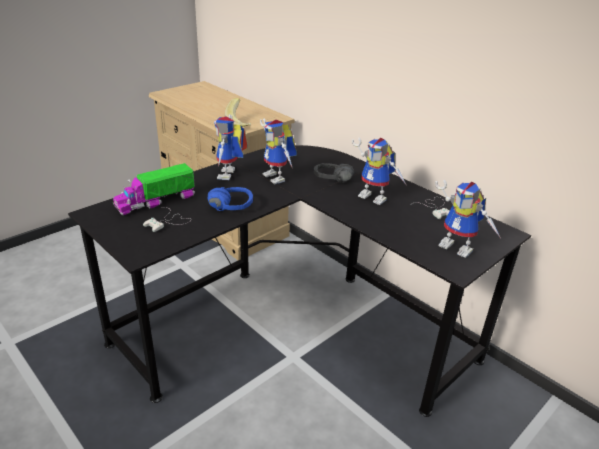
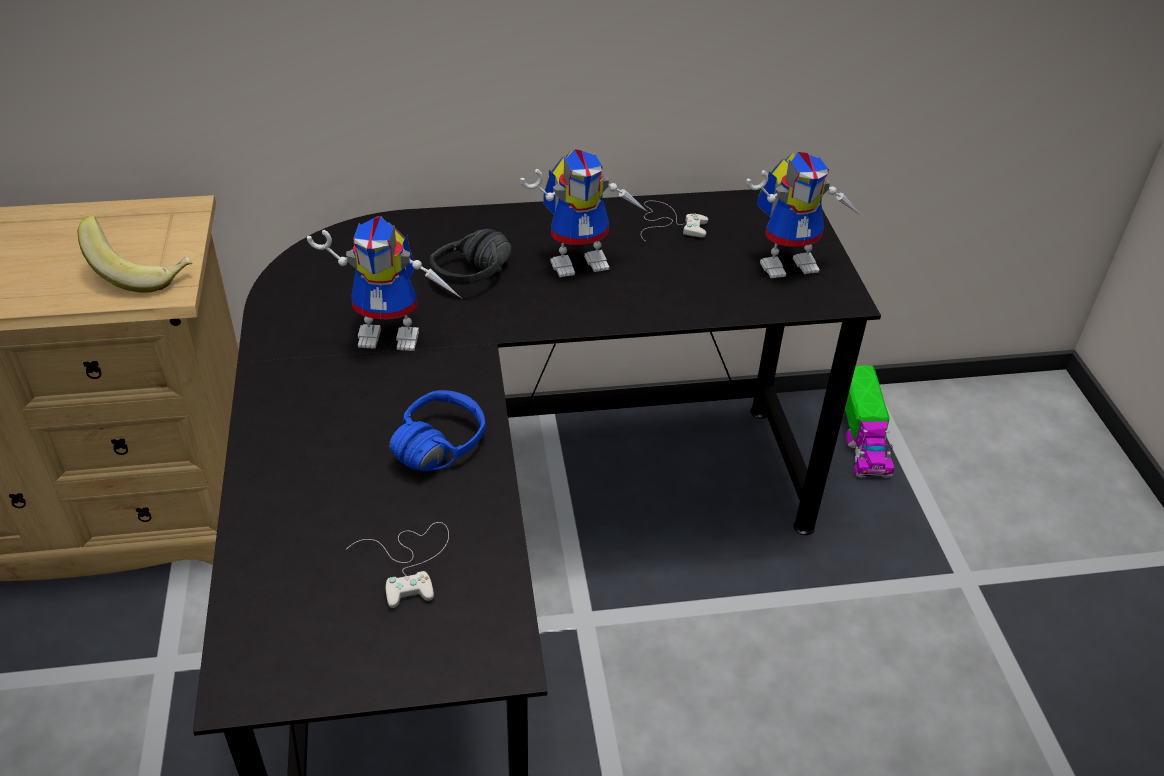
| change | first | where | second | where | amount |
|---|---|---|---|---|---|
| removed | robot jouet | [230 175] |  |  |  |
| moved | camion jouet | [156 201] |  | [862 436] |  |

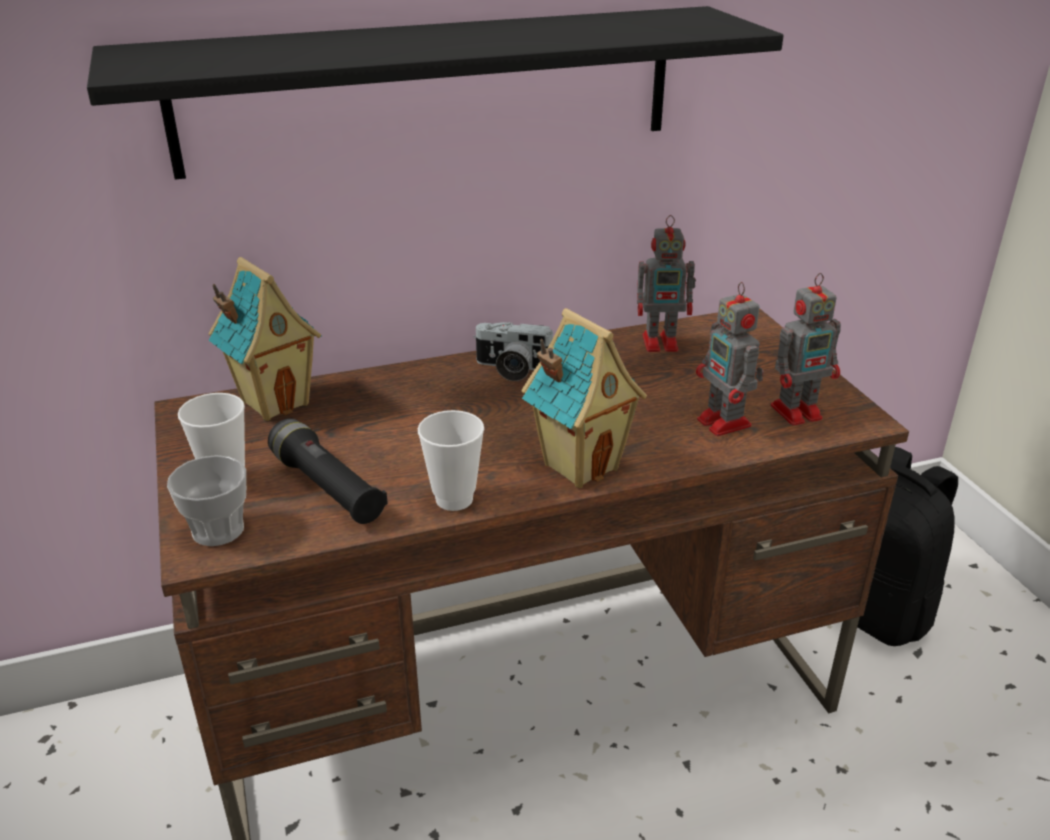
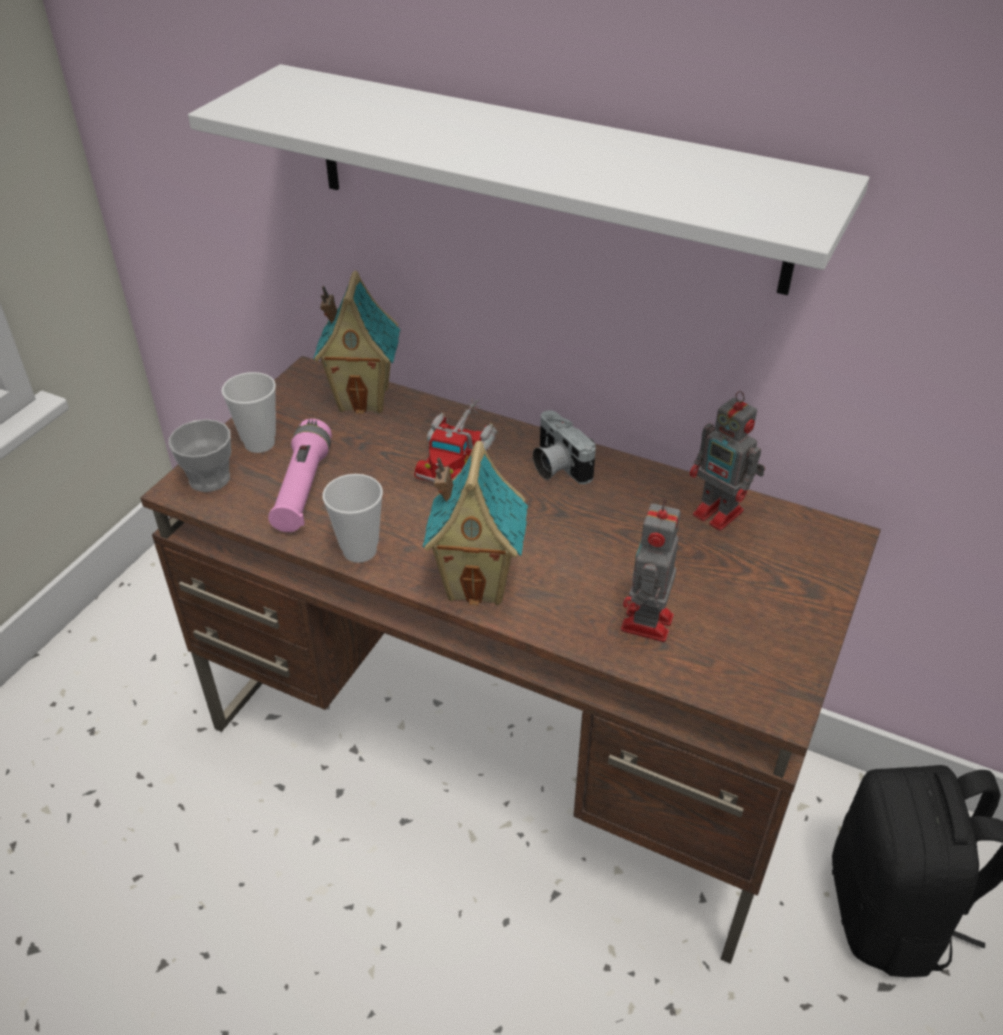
| change | first | where | second | where | amount |
|---|---|---|---|---|---|
| removed | robot jouet | [798 411] |  |  |  |
| added |  |  | camion jouet | [457 455] |  |
| recoloured | étagère (noir) | [430 90] | étagère (blanc) | [543 177] |  |
| recoloured | lampe de poche (noir) | [327 488] | lampe de poche (rose) | [303 488] |  |

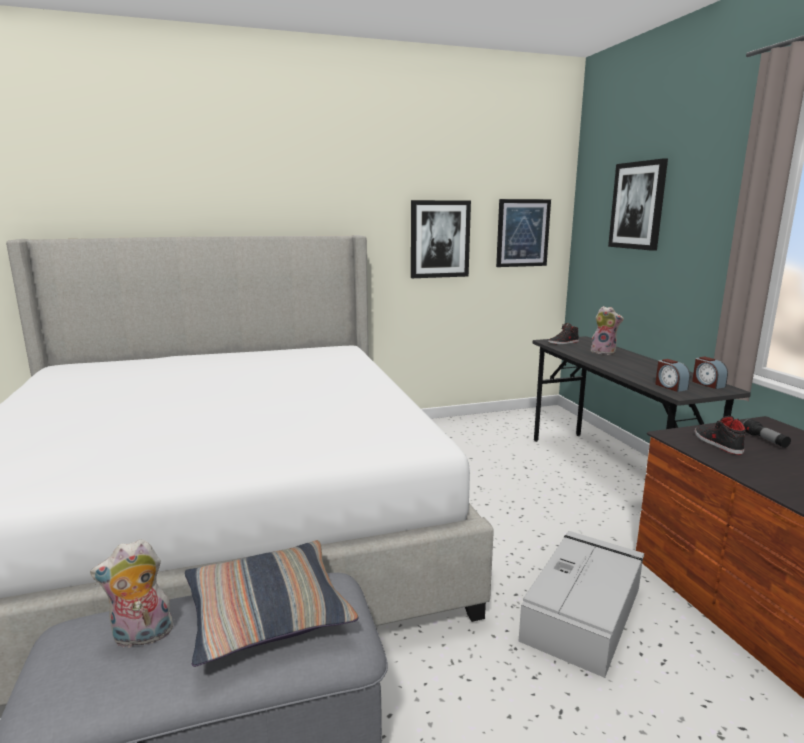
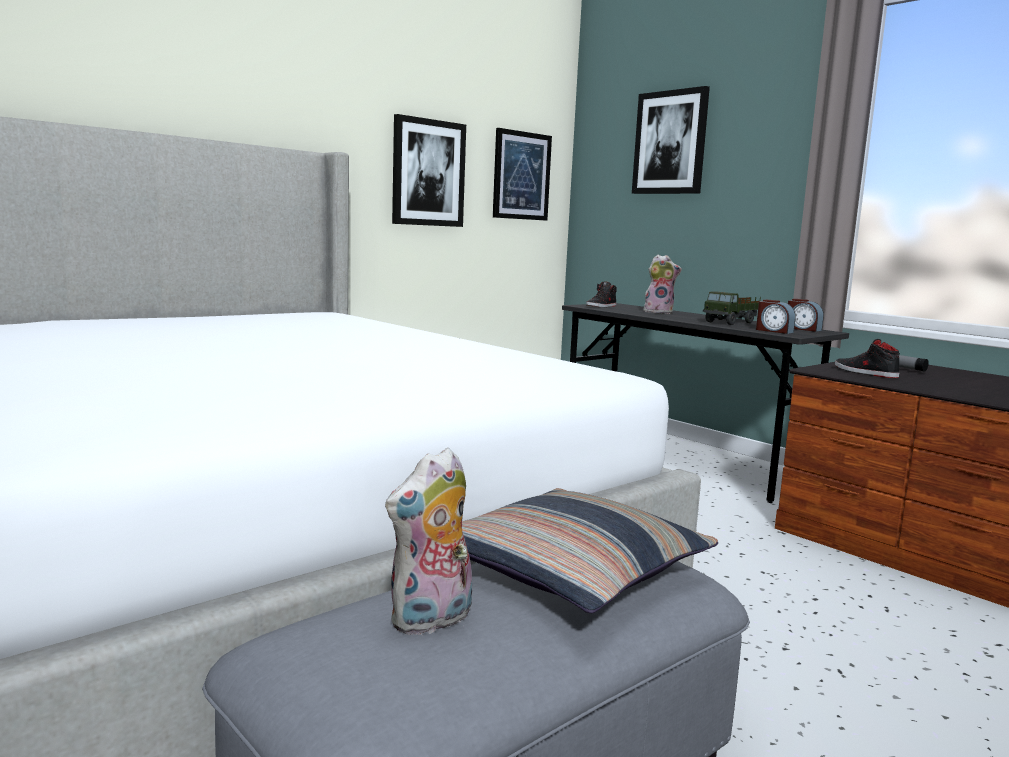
| change | first | where | second | where | amount |
|---|---|---|---|---|---|
| removed | boîte de rangement (gris) | [583 612] |  |  |  |
| added |  |  | camion jouet | [731 322] |  |

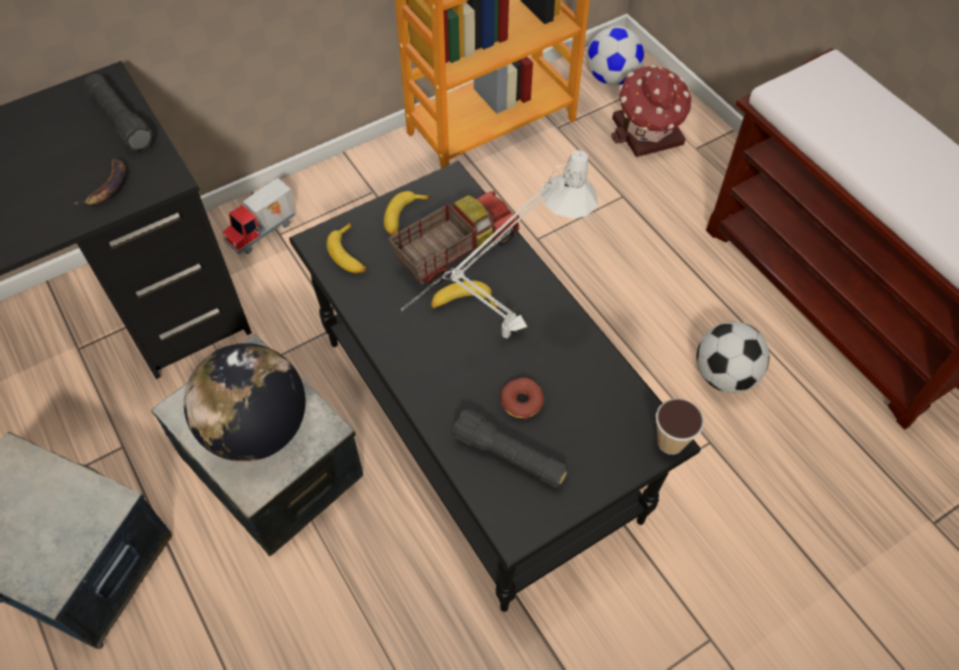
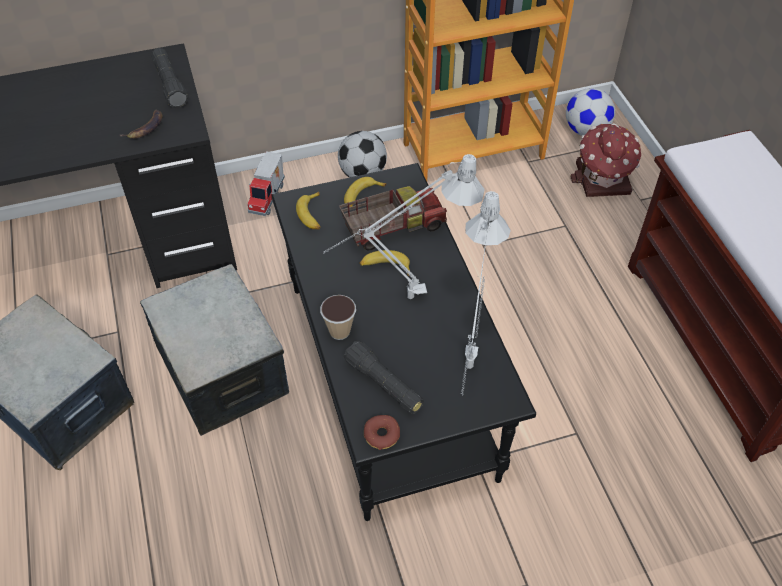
| change | first | where | second | where | amount |
|---|---|---|---|---|---|
| removed | globe | [257 429] |  |  |  |
| added |  |  | lampe de table (gris) | [468 376] |  |
| moved | beignet | [521 402] |  | [382 435] |  |
| moved | tasse | [670 442] |  | [339 331] |  |
| moved | ballon de foot | [724 375] |  | [363 174] |  |
| turned | camion jouet | [264 233] |  | [269 198] | 45 degrees counterclockwise |

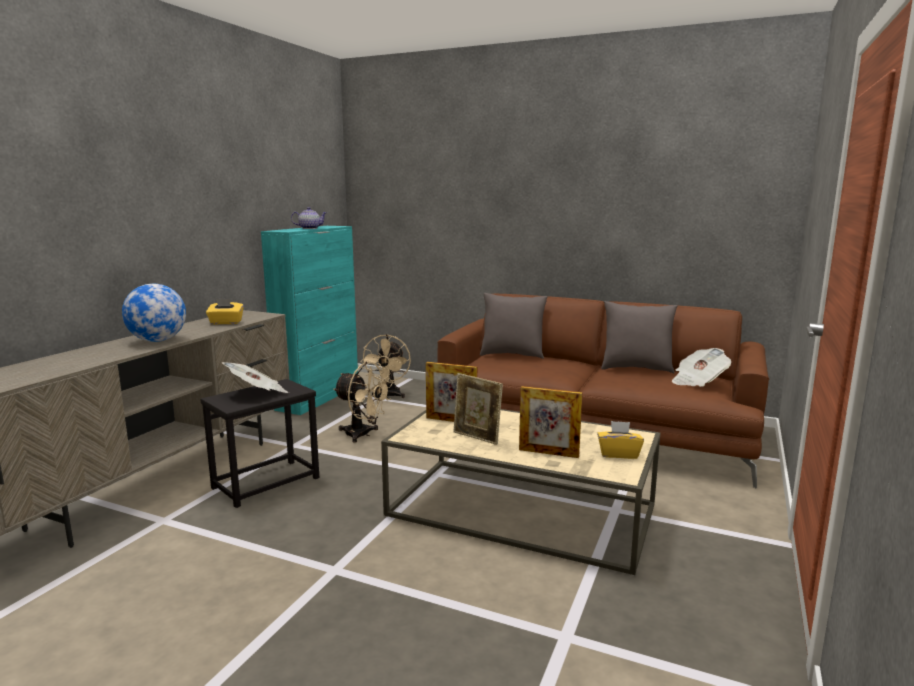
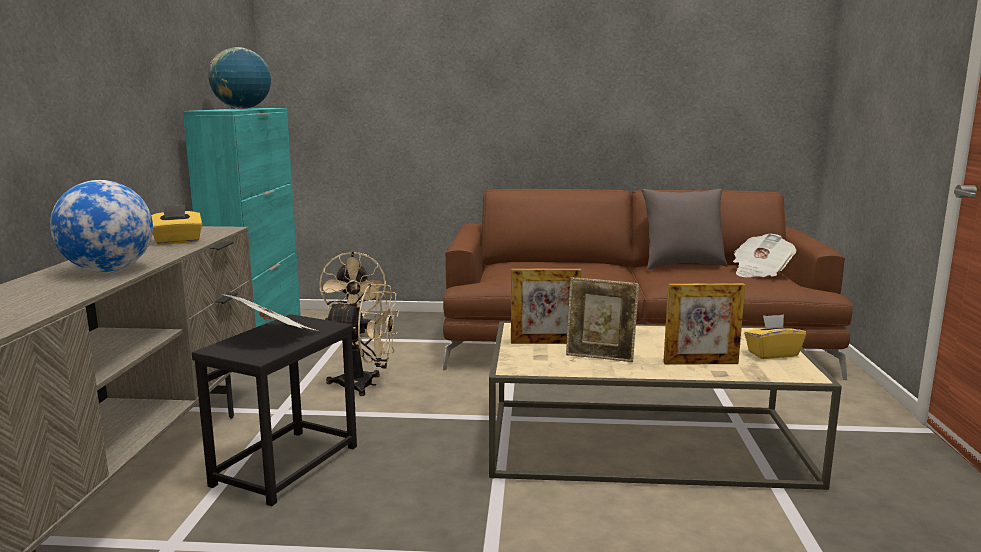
| change | first | where | second | where | amount |
|---|---|---|---|---|---|
| removed | coussin (gris) | [512 355] |  |  |  |
| replaced | théière | [309 228] | globe | [242 109] |  |

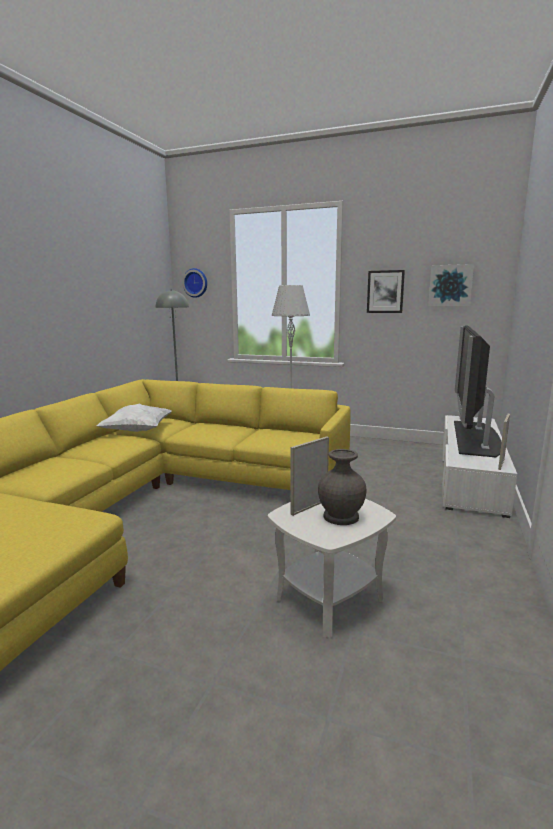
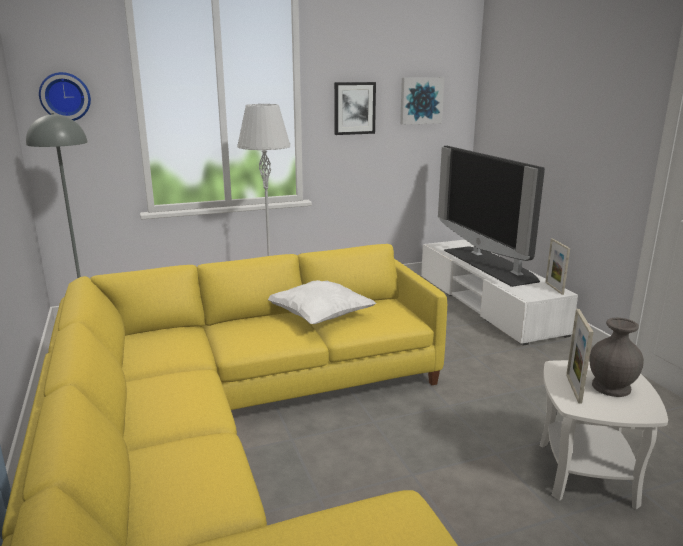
| change | first | where | second | where | amount |
|---|---|---|---|---|---|
| moved | coussin (blanc) | [137 431] |  | [320 318] |  |

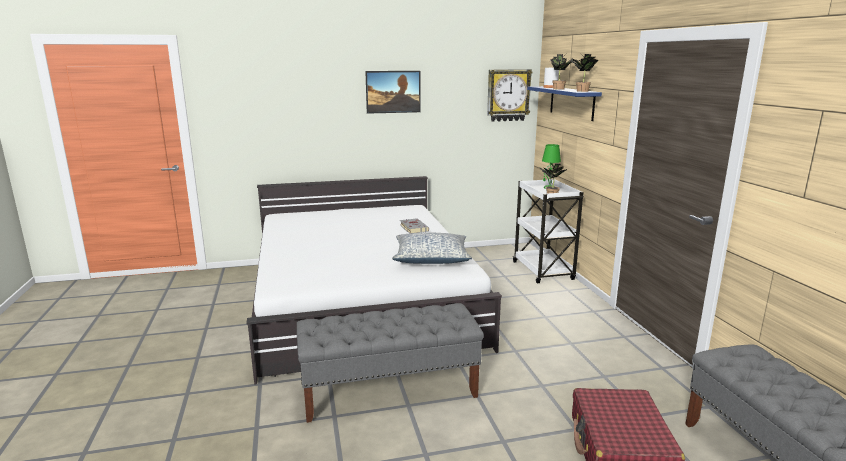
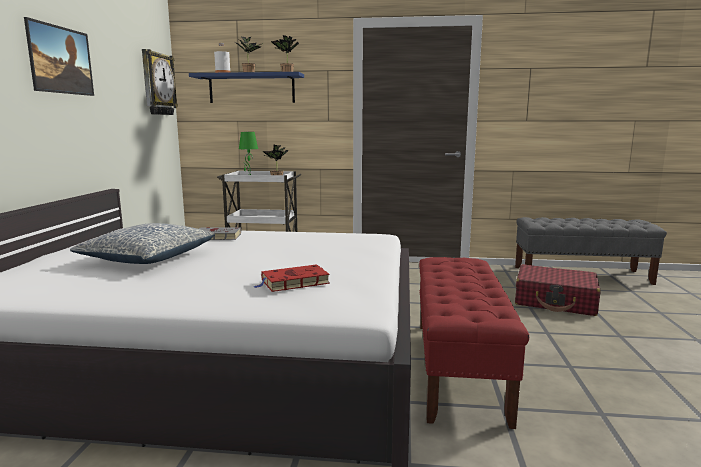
| change | first | where | second | where | amount |
|---|---|---|---|---|---|
| added |  |  | livre (rouge) | [293 282] |  |
| moved | coussin | [431 258] |  | [149 258] |  |
| recoloured | banc (gris) | [390 391] | banc (rouge) | [458 367] |  |

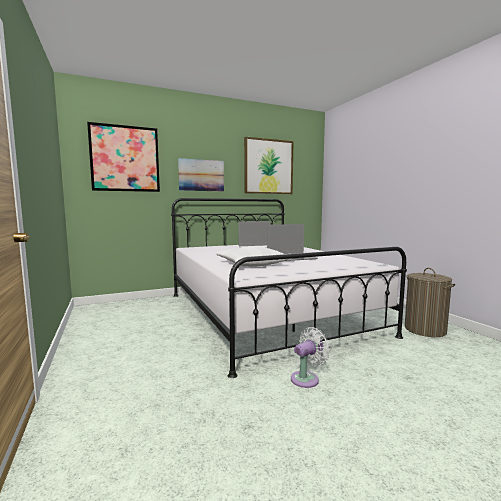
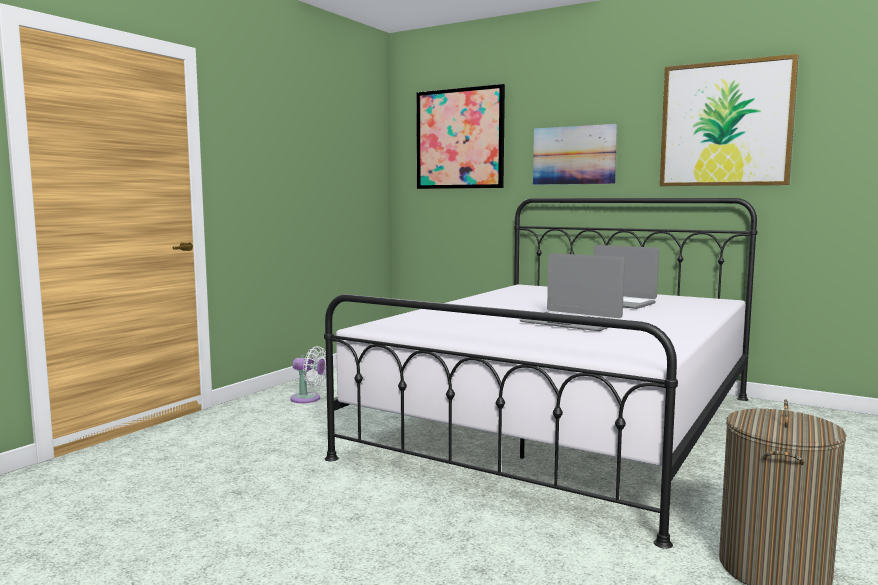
| change | first | where | second | where | amount |
|---|---|---|---|---|---|
| removed | coussin (blanc) | [251 264] |  |  |  |
| moved | ventilateur (blanc) | [307 378] |  | [308 399] |  |

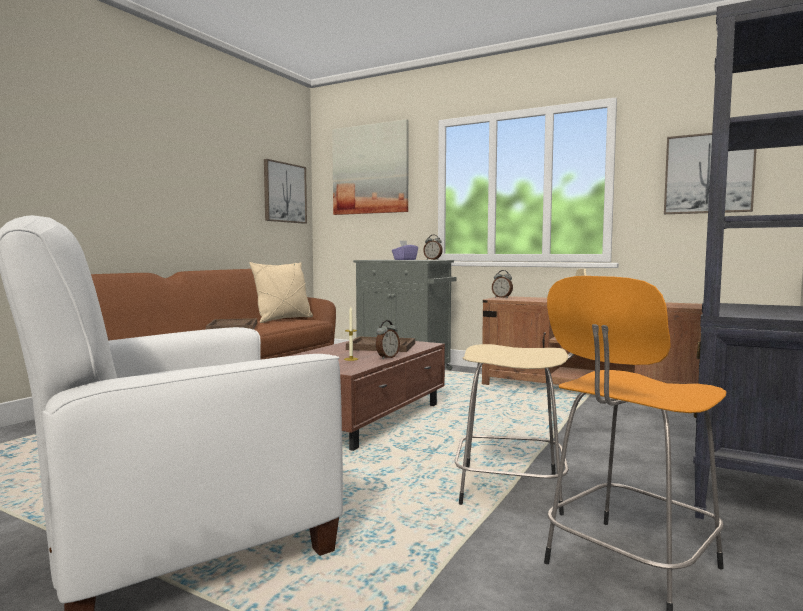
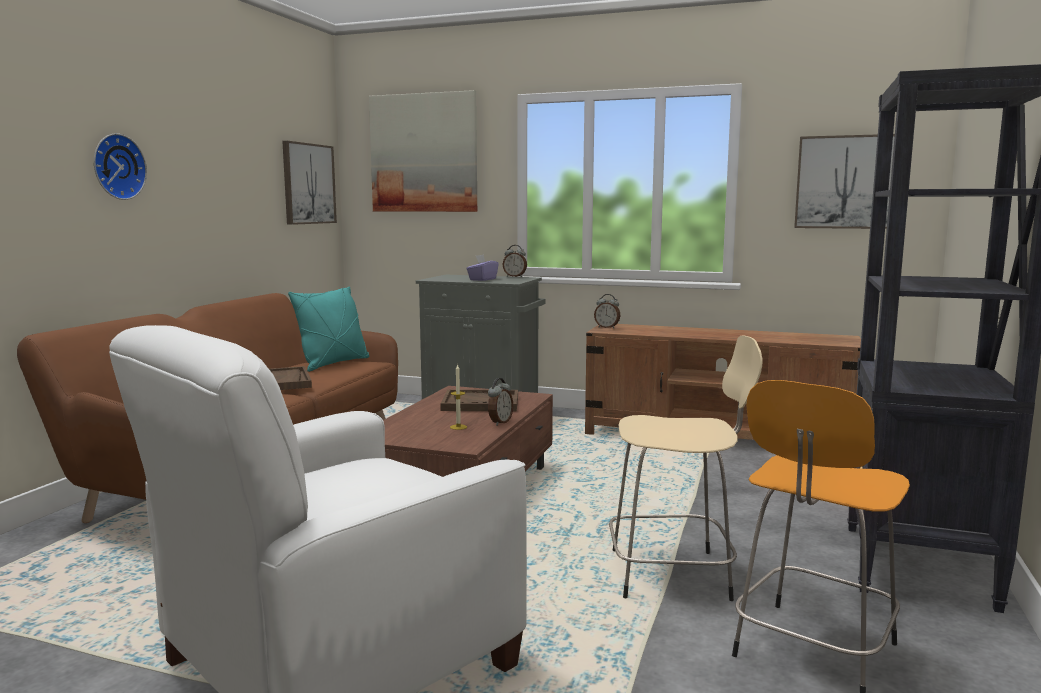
| change | first | where | second | where | amount |
|---|---|---|---|---|---|
| added |  |  | horloge murale | [116 167] |  |
| recoloured | coussin (beige) | [283 319] | coussin (turquoise) | [333 364] |  |

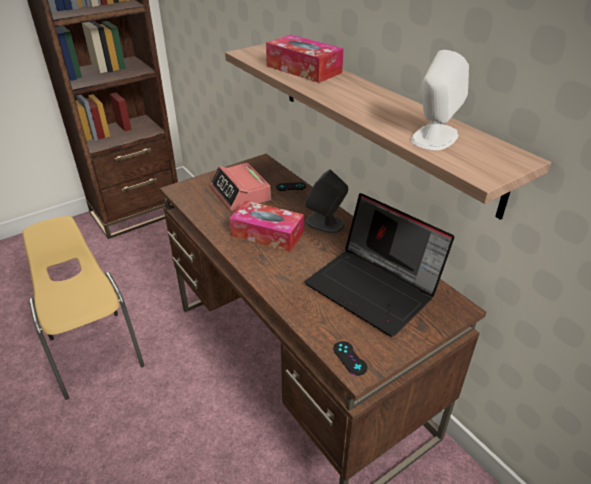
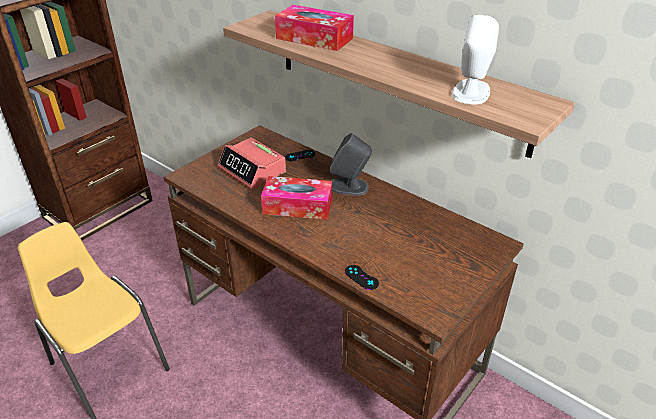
| change | first | where | second | where | amount |
|---|---|---|---|---|---|
| removed | ordinateur portable | [374 288] |  |  |  |
| moved | manette (noir) | [350 358] |  | [361 277] |  |

